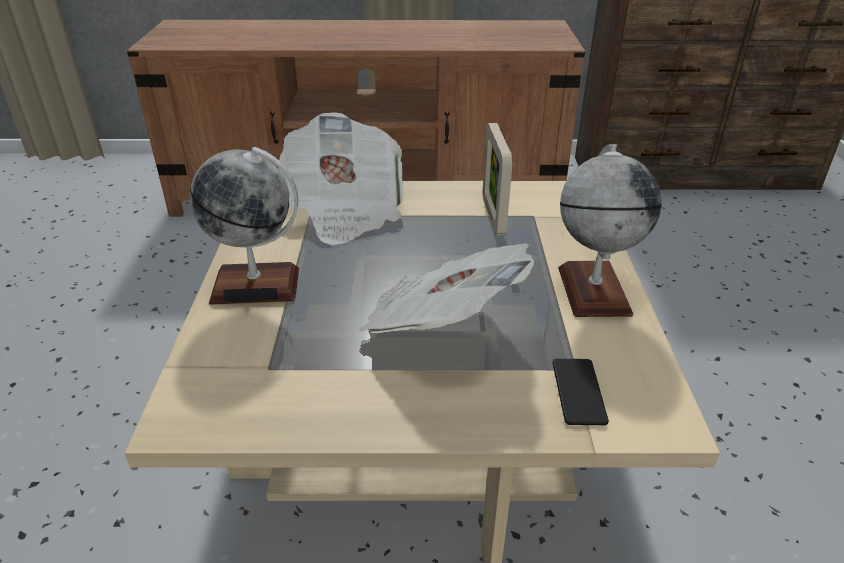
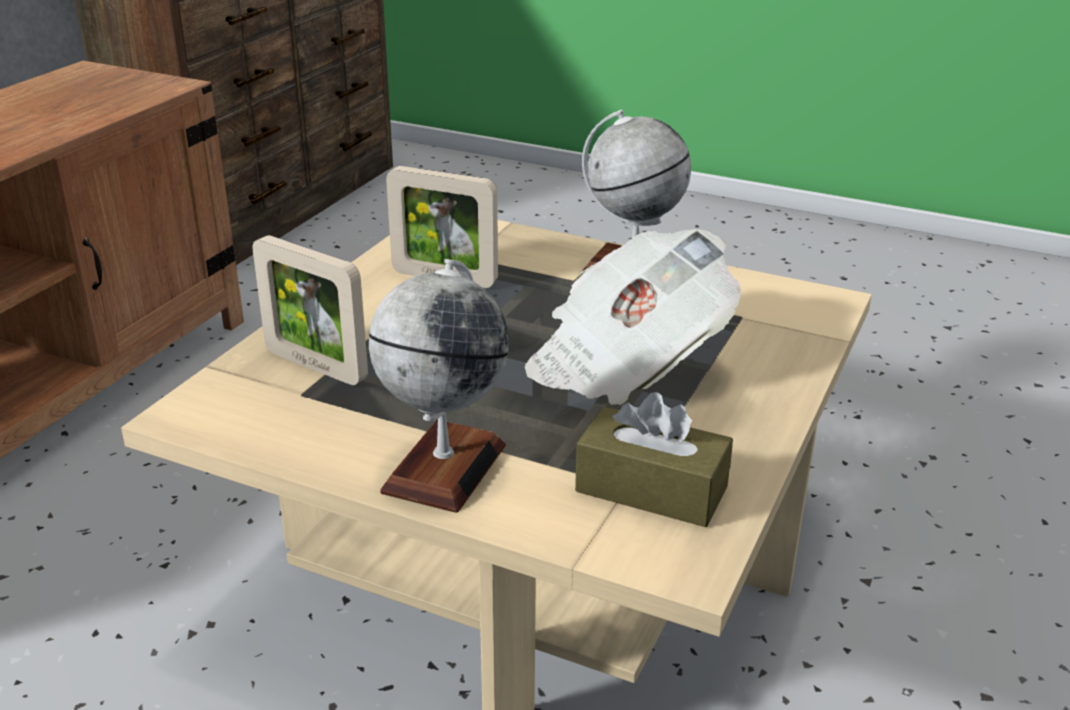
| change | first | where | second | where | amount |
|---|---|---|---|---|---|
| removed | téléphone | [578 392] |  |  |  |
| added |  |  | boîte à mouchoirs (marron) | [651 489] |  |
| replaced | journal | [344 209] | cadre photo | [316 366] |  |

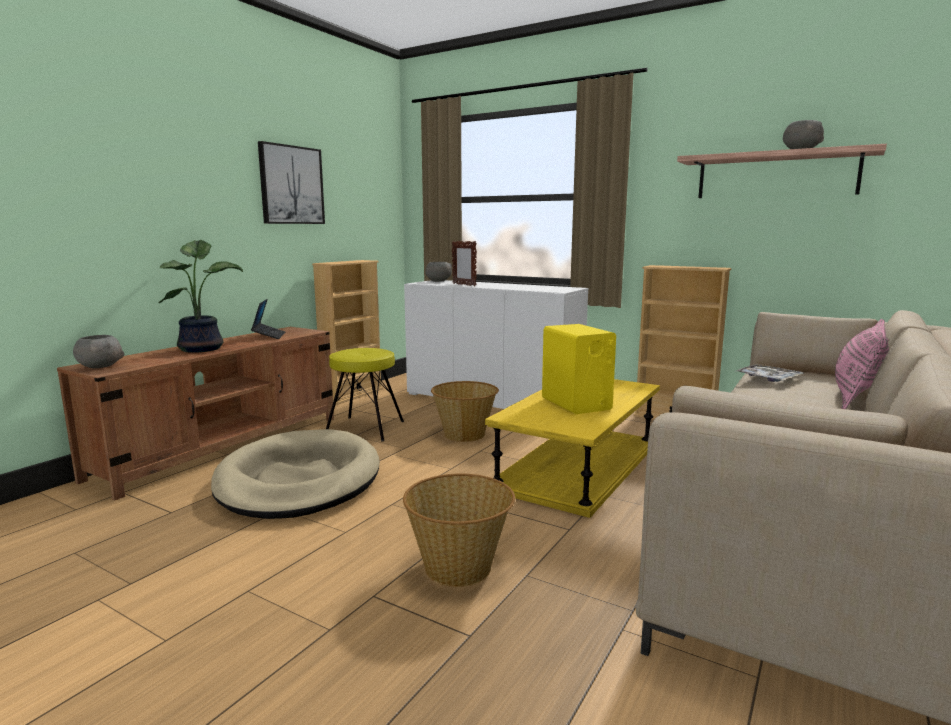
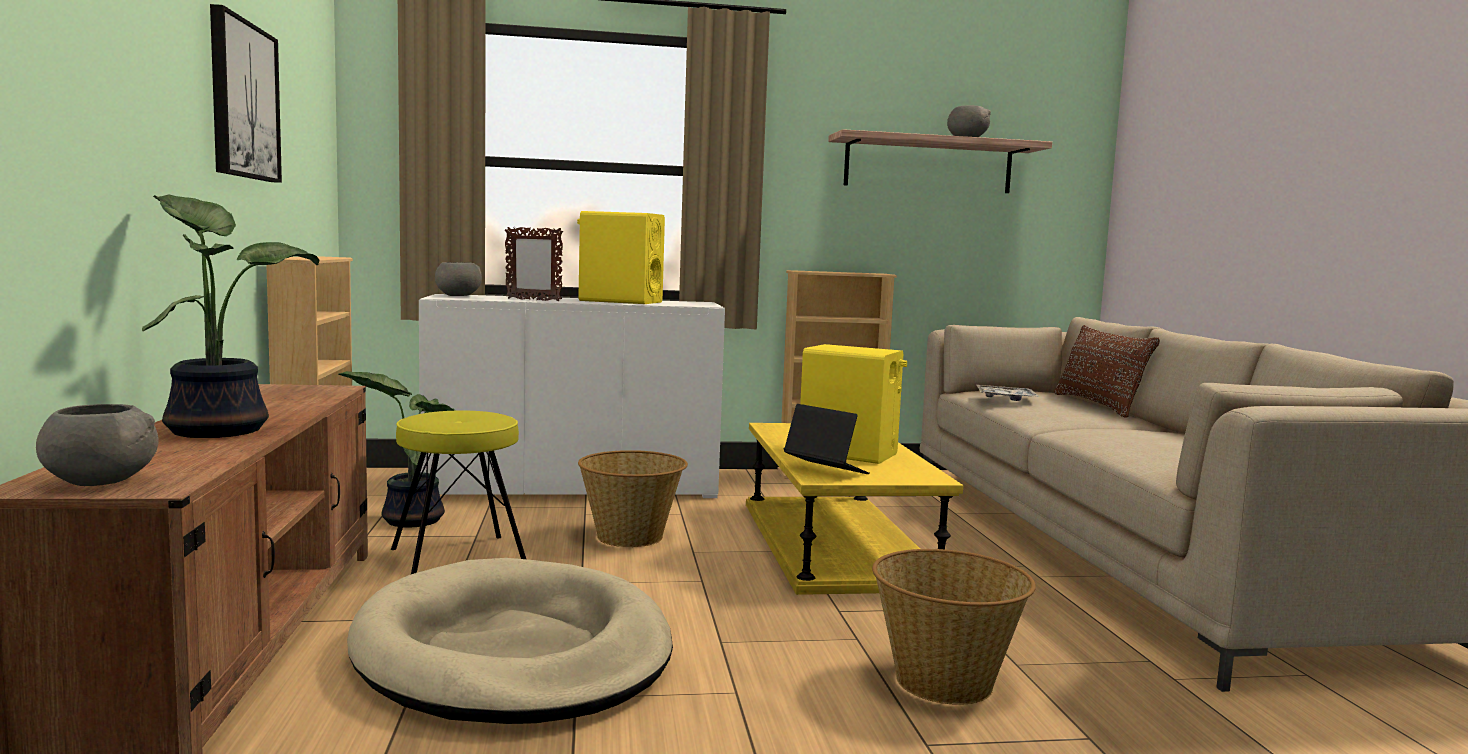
| change | first | where | second | where | amount |
|---|---|---|---|---|---|
| added |  |  | plante en pot | [410 519] |  |
| added |  |  | enceinte (jaune) | [620 301] |  |
| moved | ordinateur portable | [269 336] |  | [825 471] |  |
| recoloured | coussin (rose) | [856 395] | coussin (marron) | [1097 405] |  |

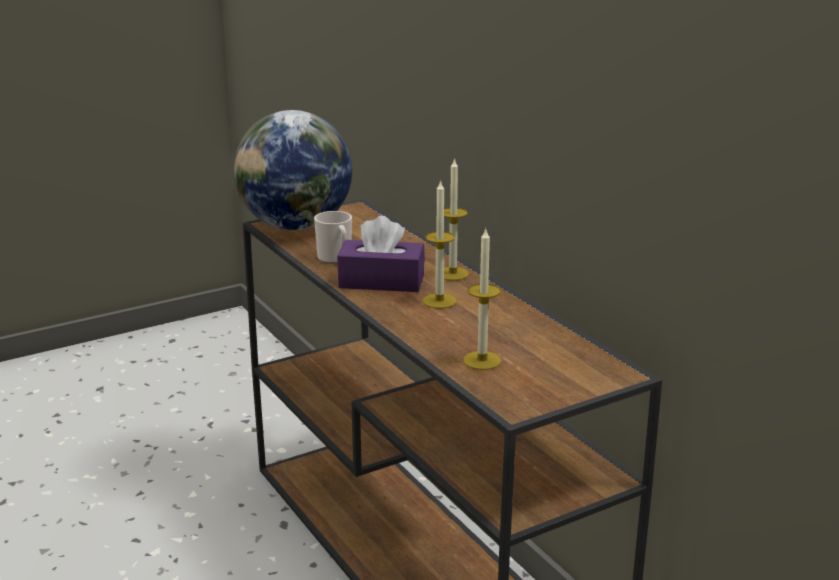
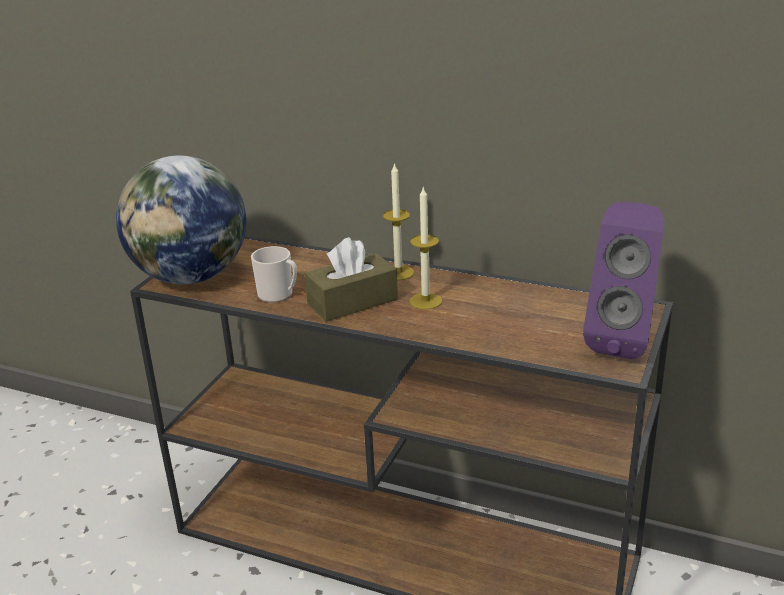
| change | first | where | second | where | amount |
|---|---|---|---|---|---|
| removed | bougie | [482 360] |  |  |  |
| added |  |  | enceinte (violet) | [622 340] |  |
| recoloured | boîte à mouchoirs (violet) | [381 281] | boîte à mouchoirs (marron) | [352 301] |  |

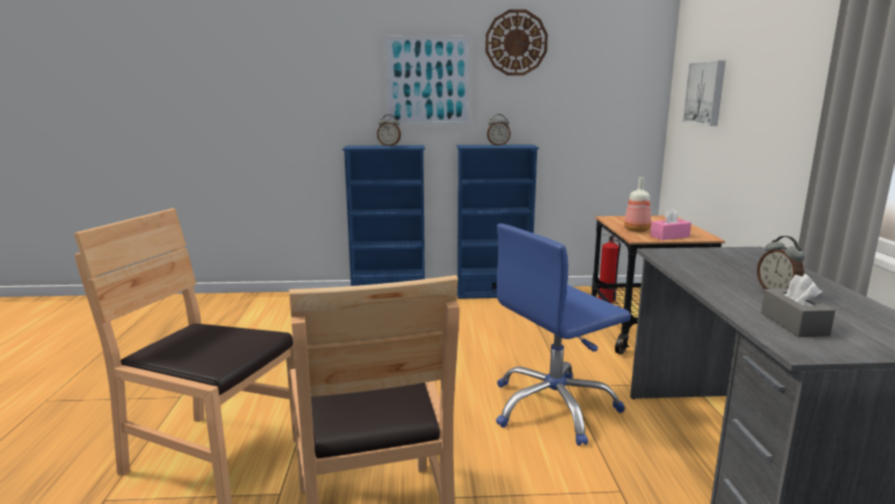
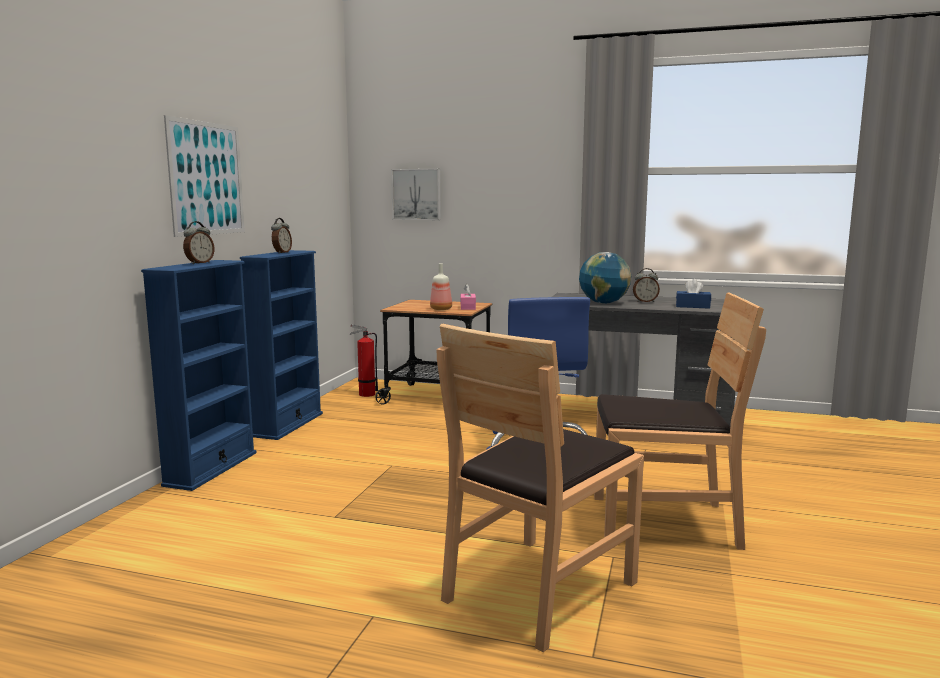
| change | first | where | second | where | amount |
|---|---|---|---|---|---|
| removed | horloge murale | [516 43] |  |  |  |
| added |  |  | globe | [604 303] |  |
| recoloured | boîte à mouchoirs (gris) | [793 324] | boîte à mouchoirs (bleu) | [692 306] |  |

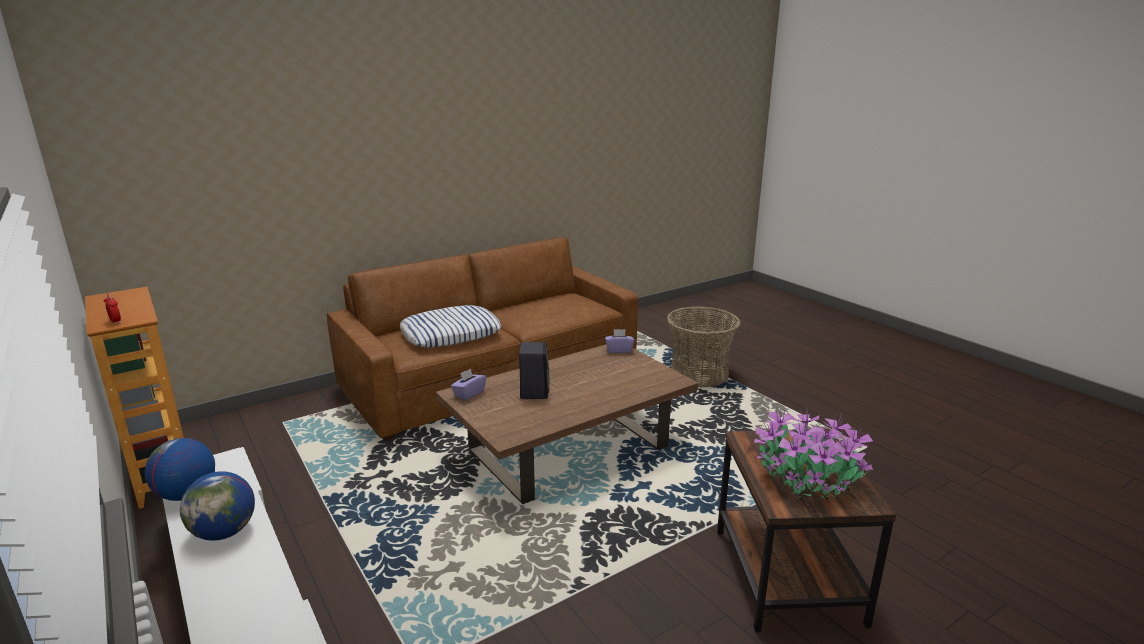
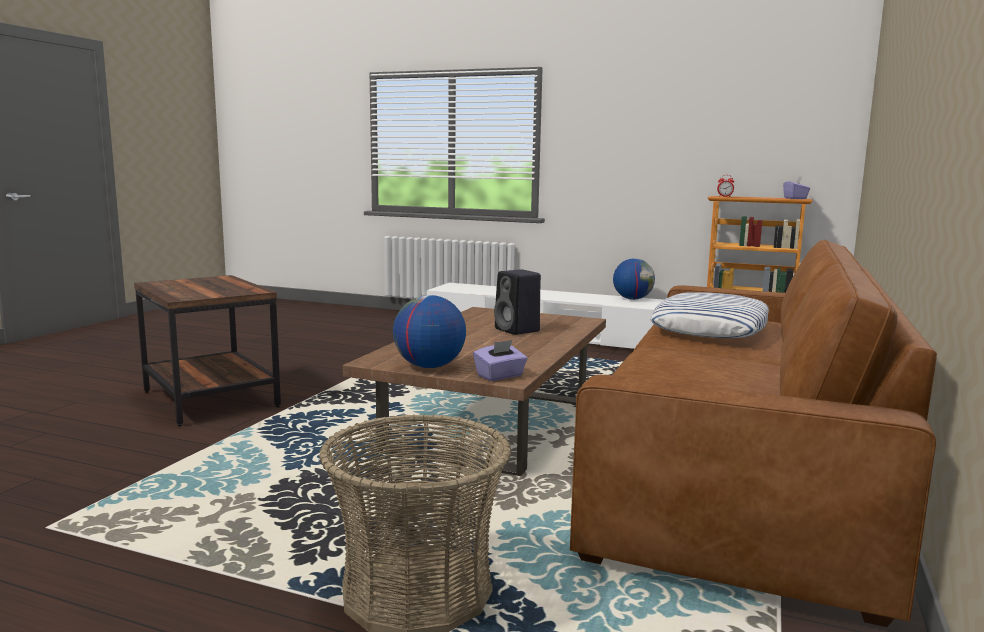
| change | first | where | second | where | amount |
|---|---|---|---|---|---|
| removed | plante en pot | [809 481] |  |  |  |
| moved | globe | [224 532] |  | [429 366] |  |
| moved | boîte à mouchoirs (violet) | [469 394] |  | [795 198] |  |

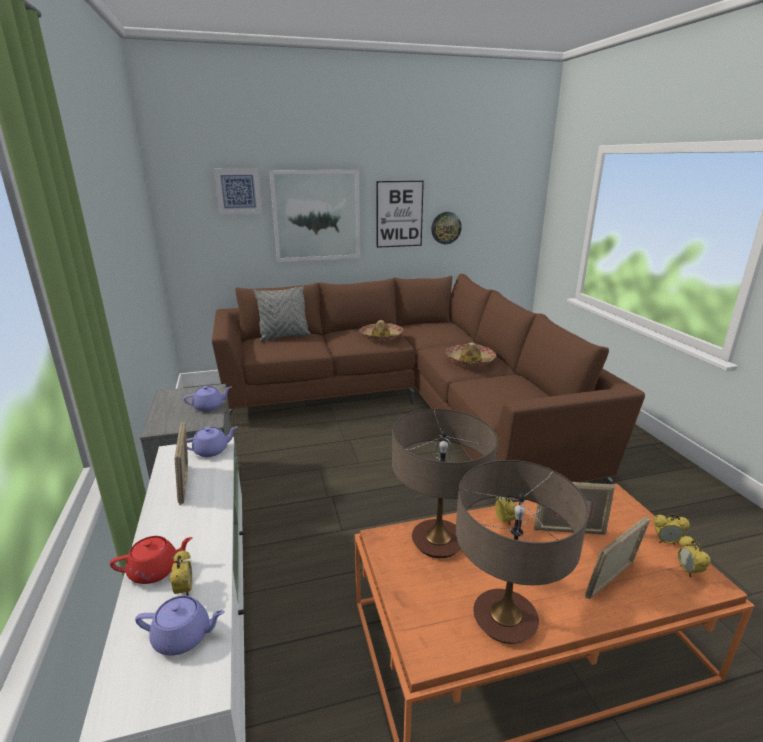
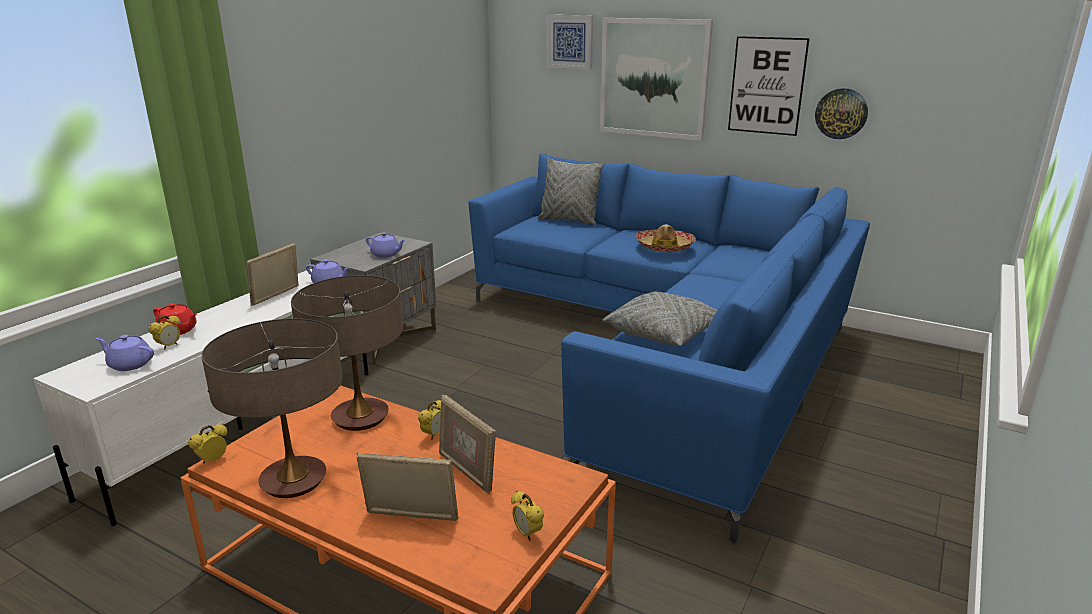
| change | first | where | second | where | amount |
|---|---|---|---|---|---|
| removed | chapeau | [470 361] |  |  |  |
| added |  |  | coussin (gris) | [665 334] |  |
| moved | réveil | [688 571] |  | [213 461] |  |
| recoloured | canapé (marron) | [409 408] | canapé (bleu) | [669 352] |  |
| turned | théière (violet) | [183 637] |  | [130 364] | 150 degrees clockwise |

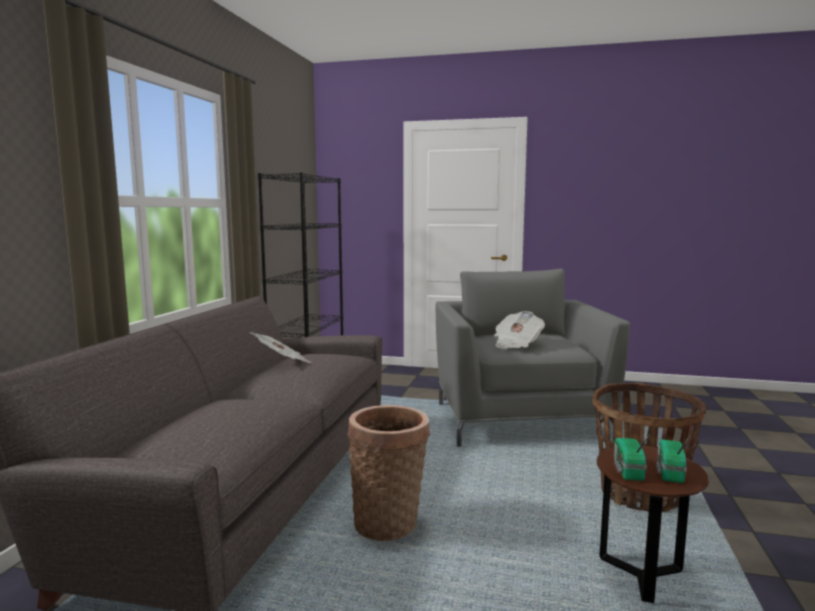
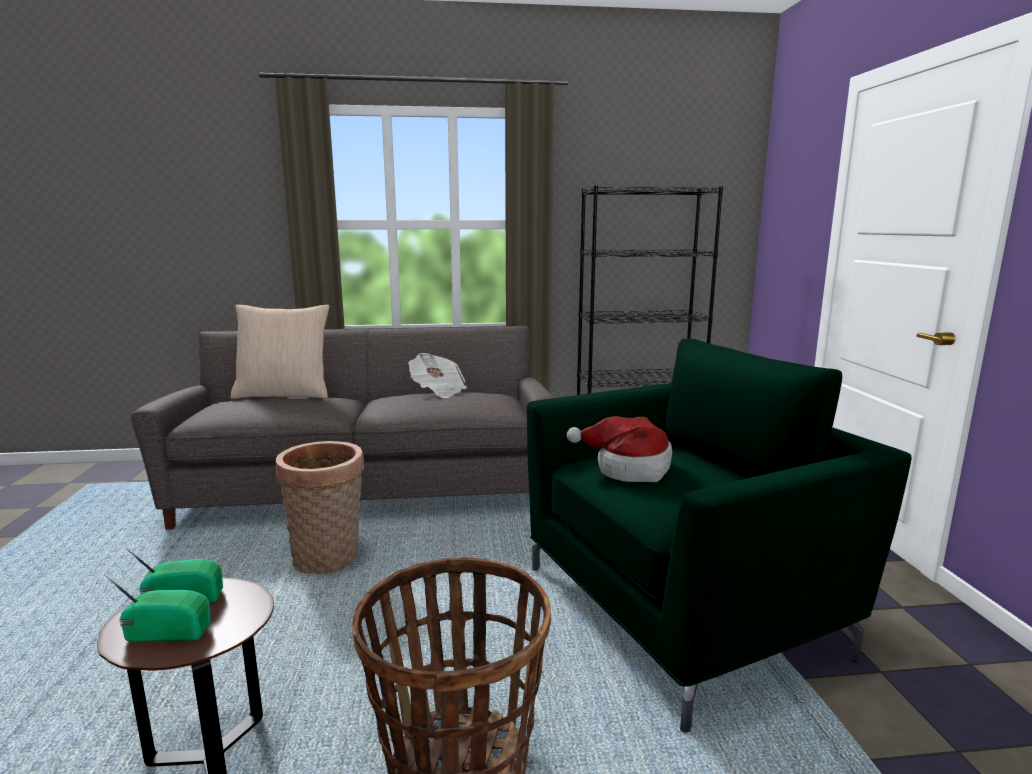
| change | first | where | second | where | amount |
|---|---|---|---|---|---|
| added |  |  | coussin (beige) | [284 394] |  |
| replaced | journal | [516 344] | chapeau | [628 469] |  |
| recoloured | fauteuil (gris) | [520 420] | fauteuil (vert) | [683 609] |  |

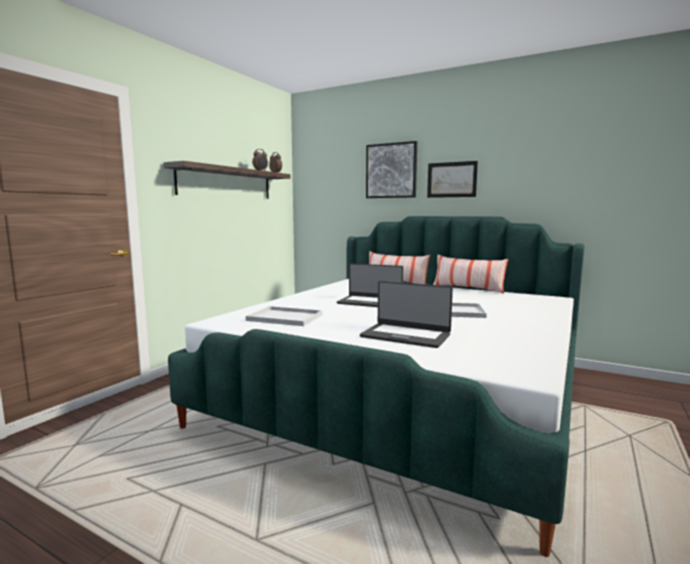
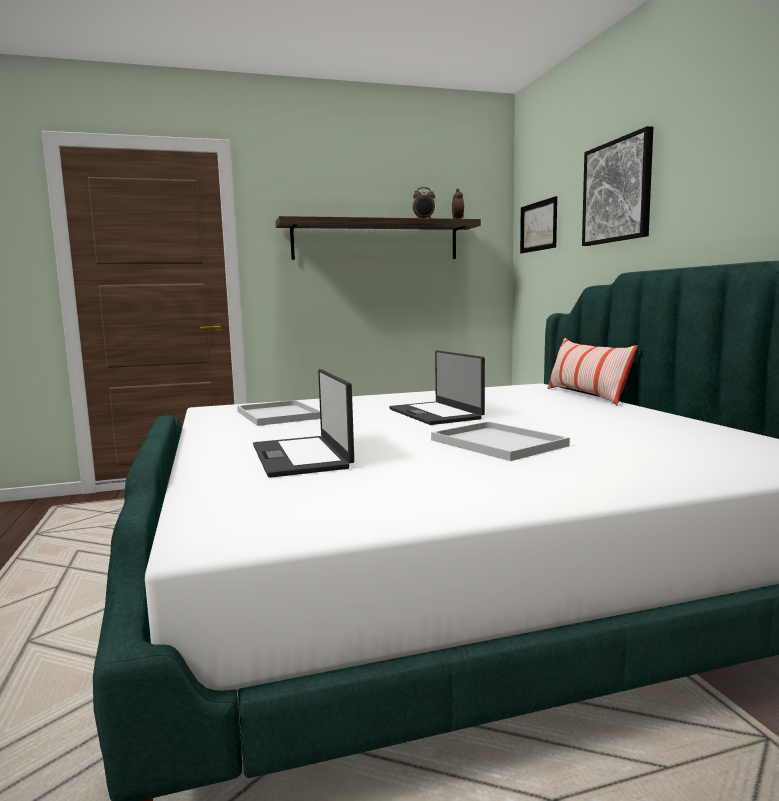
| change | first | where | second | where | amount |
|---|---|---|---|---|---|
| removed | coussin | [468 289] |  |  |  |
| moved | tableau | [451 179] |  | [538 226] |  |

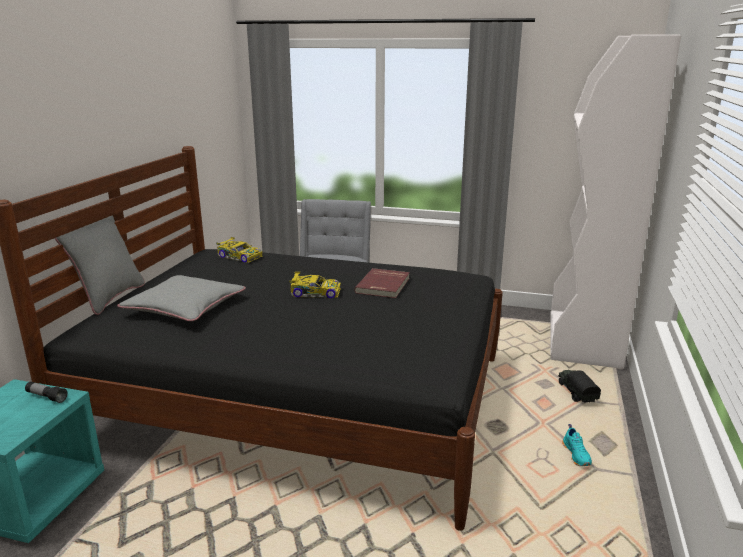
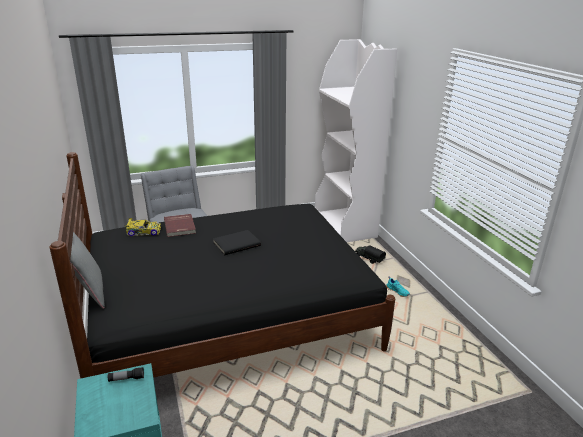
| change | first | where | second | where | amount |
|---|---|---|---|---|---|
| removed | coussin (gris) | [185 306] |  |  |  |
| moved | livre (rouge) | [384 285] |  | [180 226] |  |
| replaced | petite voiture | [315 292] | livre (noir) | [236 243] |  |

